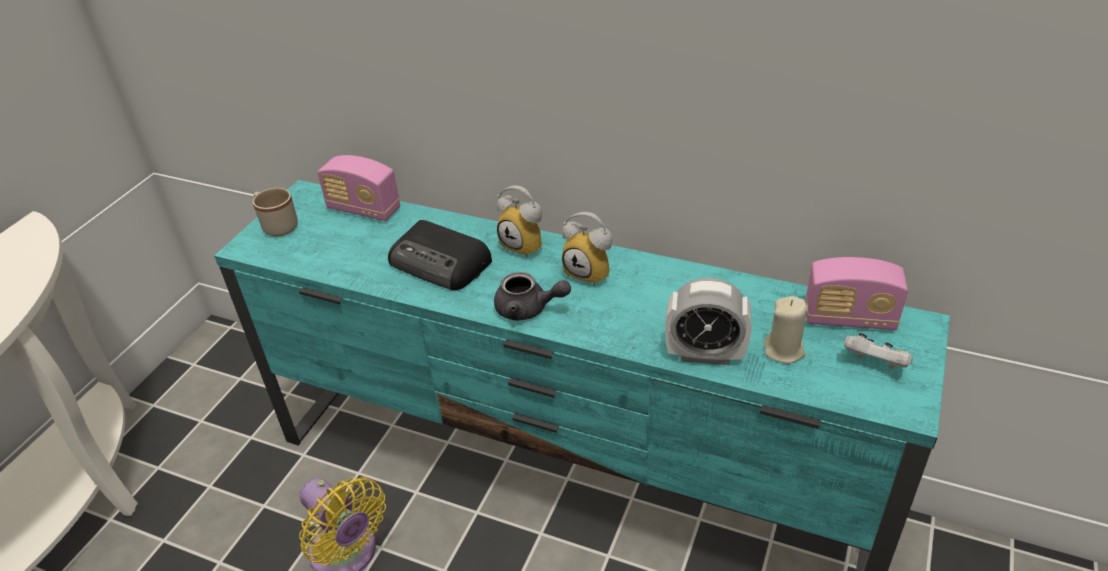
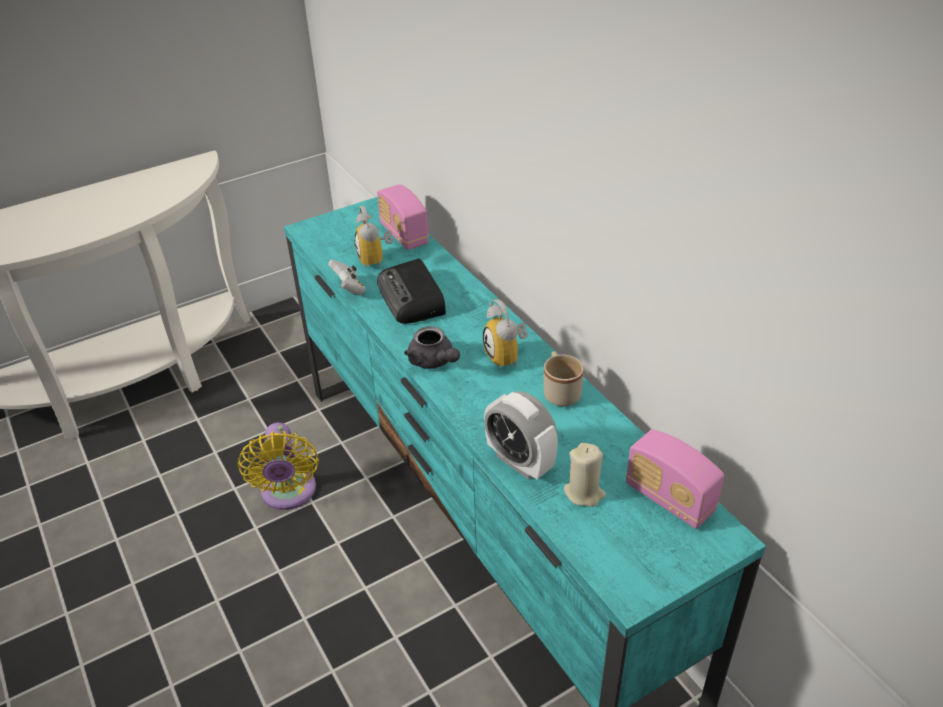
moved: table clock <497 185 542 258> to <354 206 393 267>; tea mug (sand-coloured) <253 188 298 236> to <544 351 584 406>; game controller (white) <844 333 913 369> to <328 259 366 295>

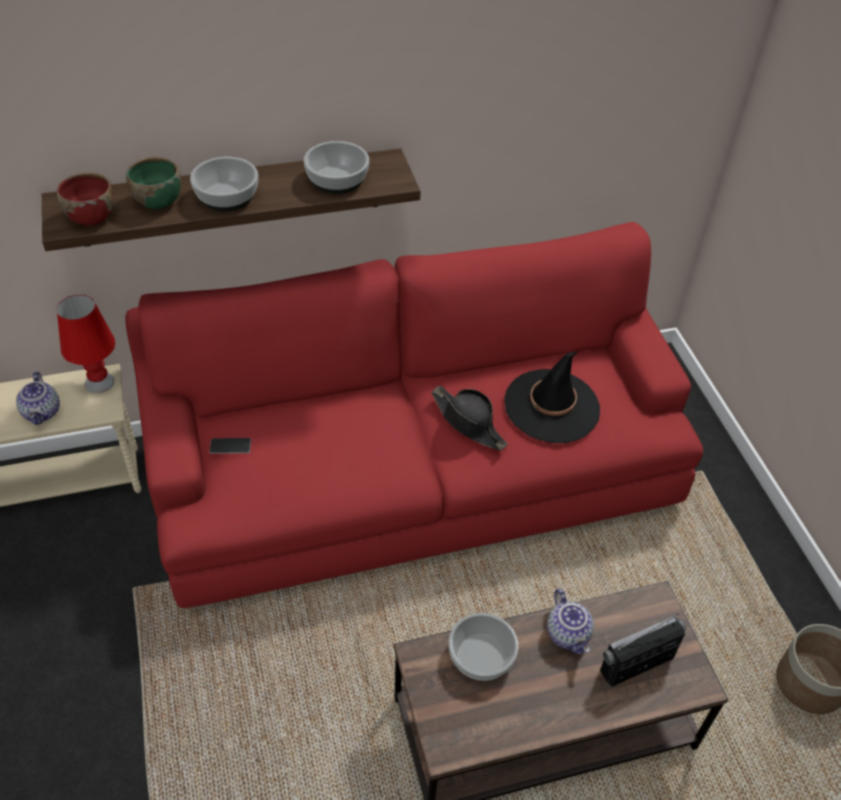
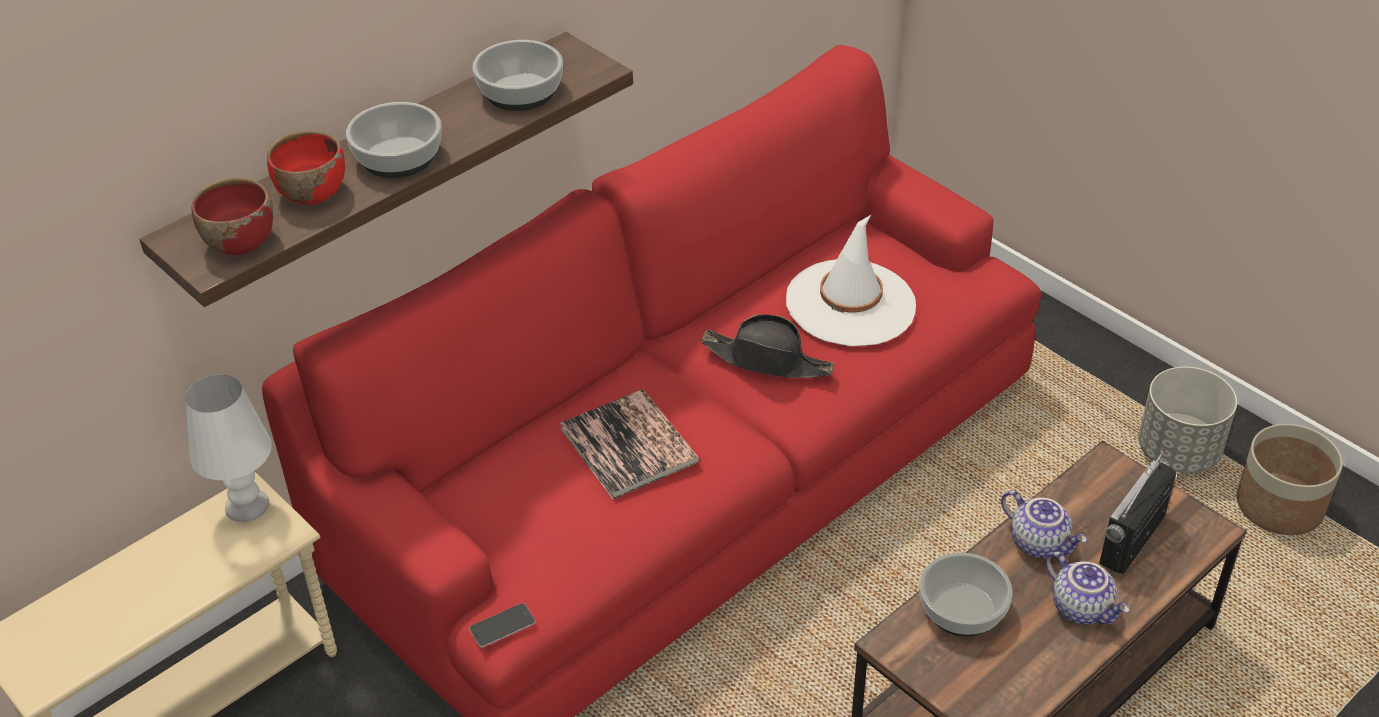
added: planter (grey) <1139 367 1237 473>; book <560 389 700 499>
moved: teapot <16 371 60 425> to <1045 551 1130 625>; handset <209 438 251 454> to <469 603 536 648>
recoloured: deep dish (green-coloured) <126 157 181 209> to deep dish (red) <267 131 345 205>; tabletop lamp (red) <57 295 116 393> to tabletop lamp (white) <185 374 272 522>; wearable hat (black-coloured) <504 351 600 443> to wearable hat (white) <786 215 916 346>

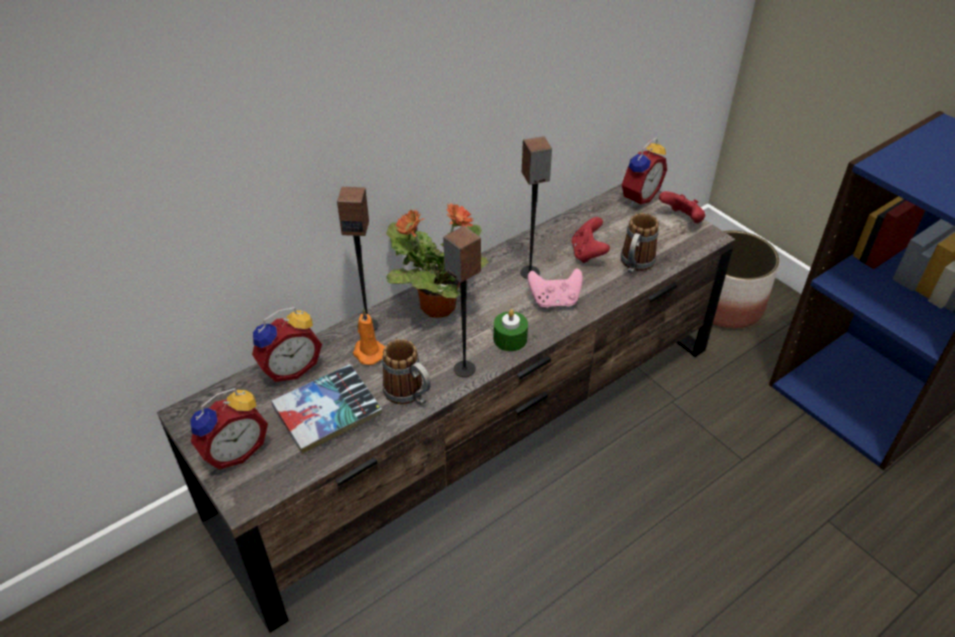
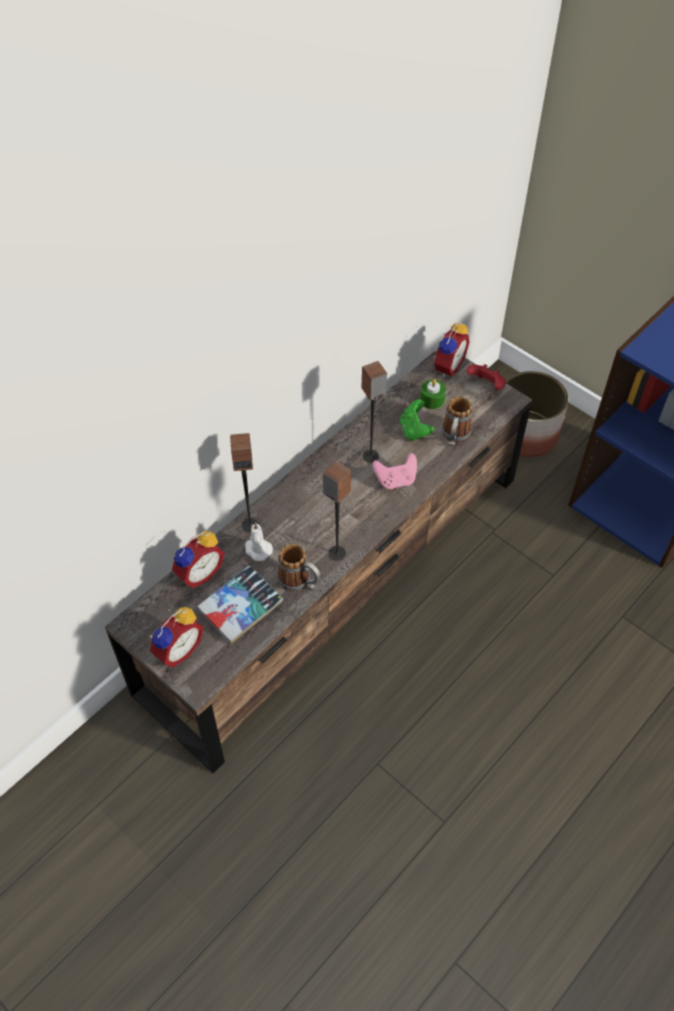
removed: potted plant <386 203 489 318>
moved: wax light (green-coloured) <494 309 528 351> to <420 379 446 409>
recoloured: game controller (red) <571 217 610 263> to game controller (green-coloured) <400 399 434 441>; wax light (orange) <353 309 385 365> to wax light (white) <245 522 273 561>

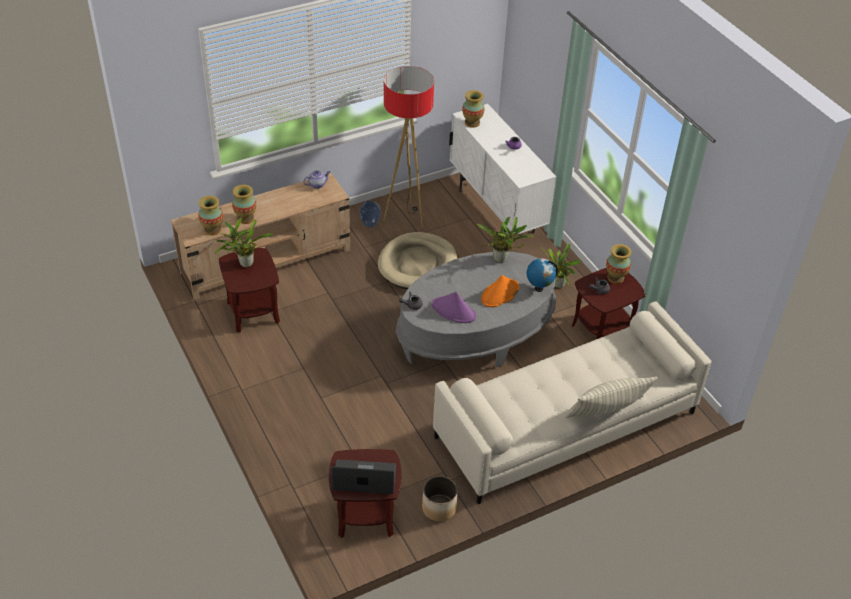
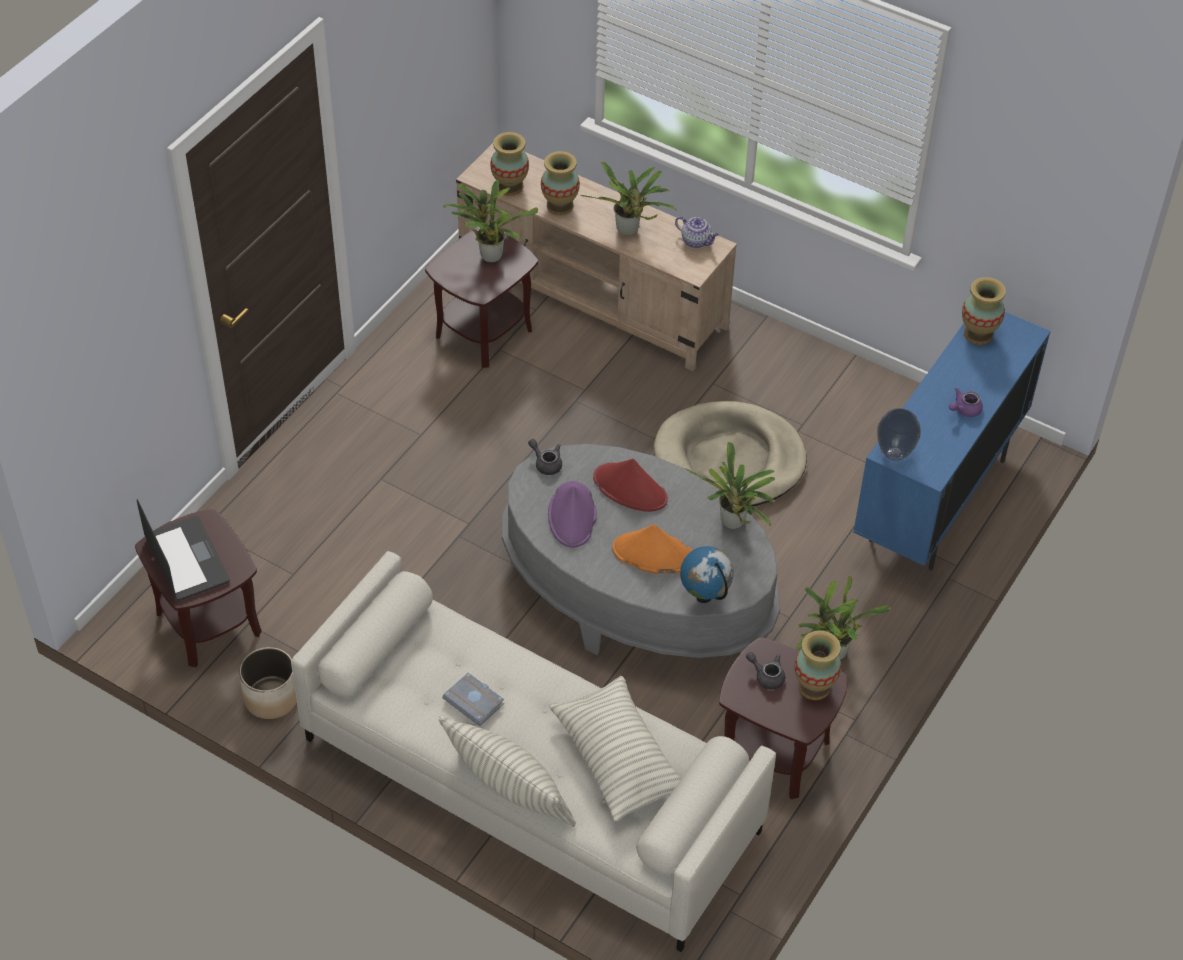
removed: standard lamp <384 66 434 228>
added: potted plant <581 161 677 236>; wearable hat (red) <593 459 668 512>; book (grey) <442 673 504 726>; cushion <549 676 682 821>
moved: vase <359 201 381 228> to <877 408 921 461>
recoloured: cabinet (white) <449 104 556 240> to cabinet (bluish) <853 312 1051 570>

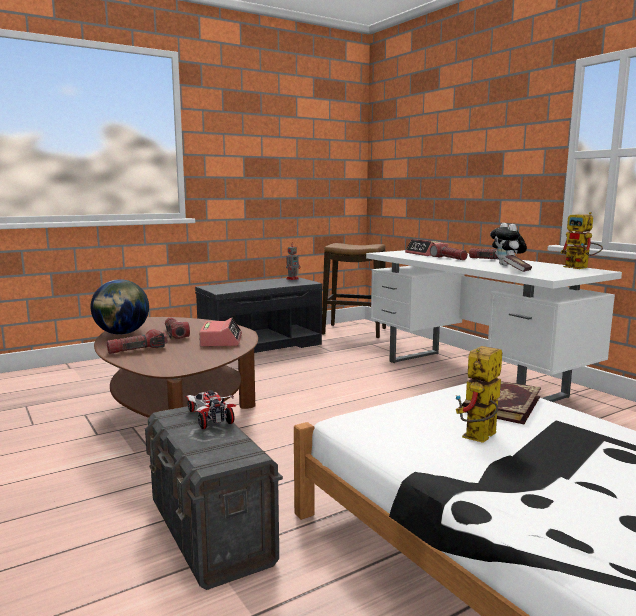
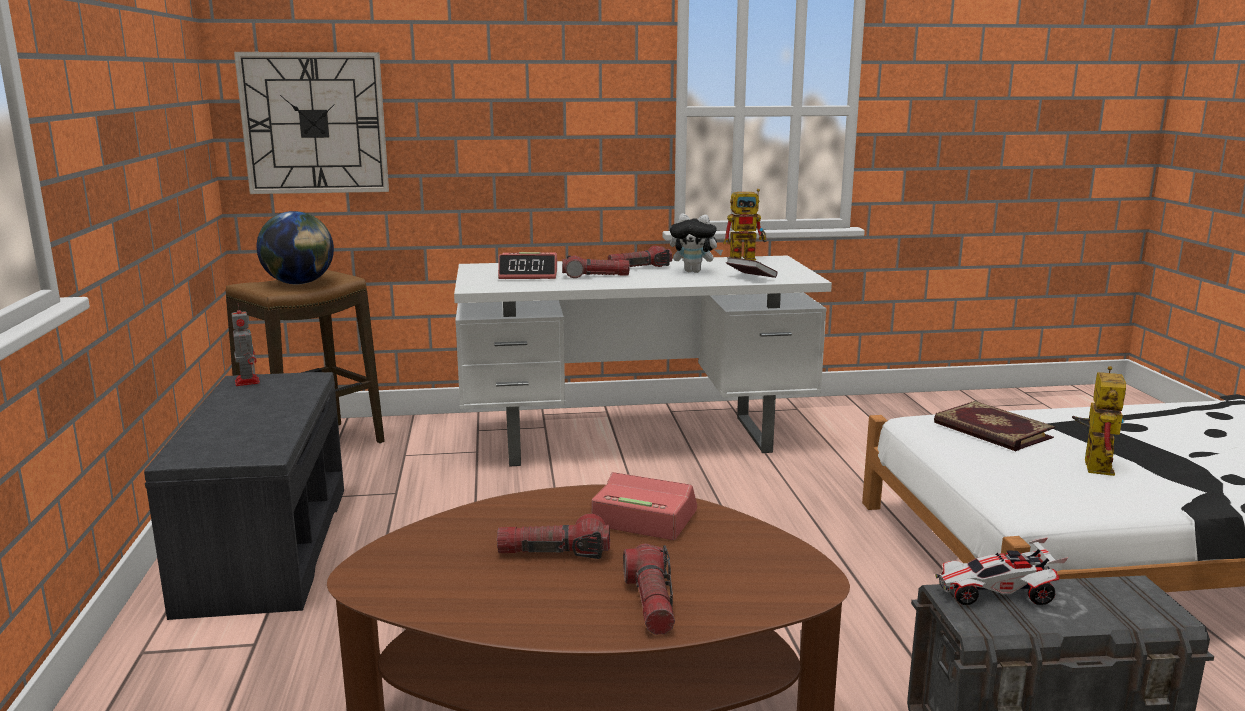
added: wall clock <234 52 389 194>
moved: desk globe <91 279 149 335> to <257 211 334 284>
turned: model robot <456 346 502 443> = <1072 366 1126 476> 135 degrees counterclockwise

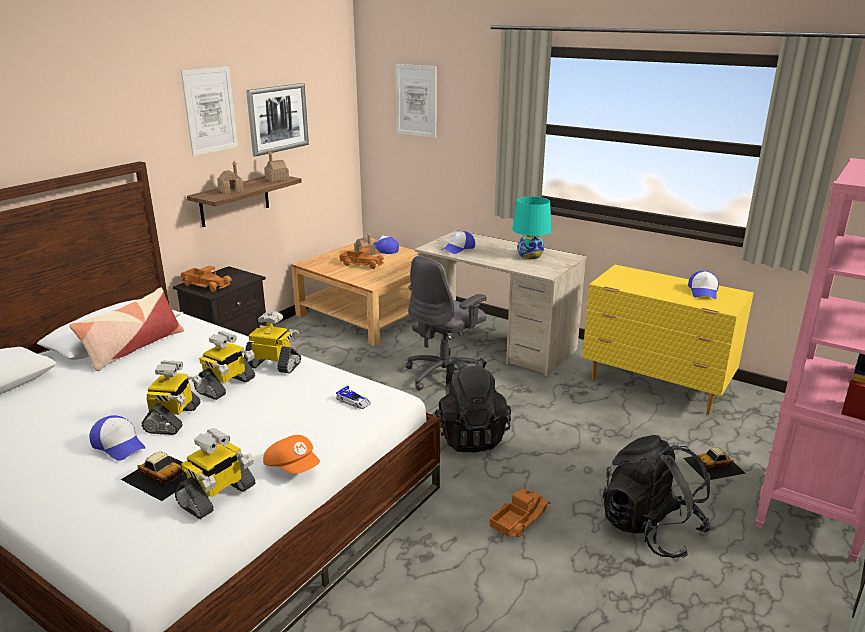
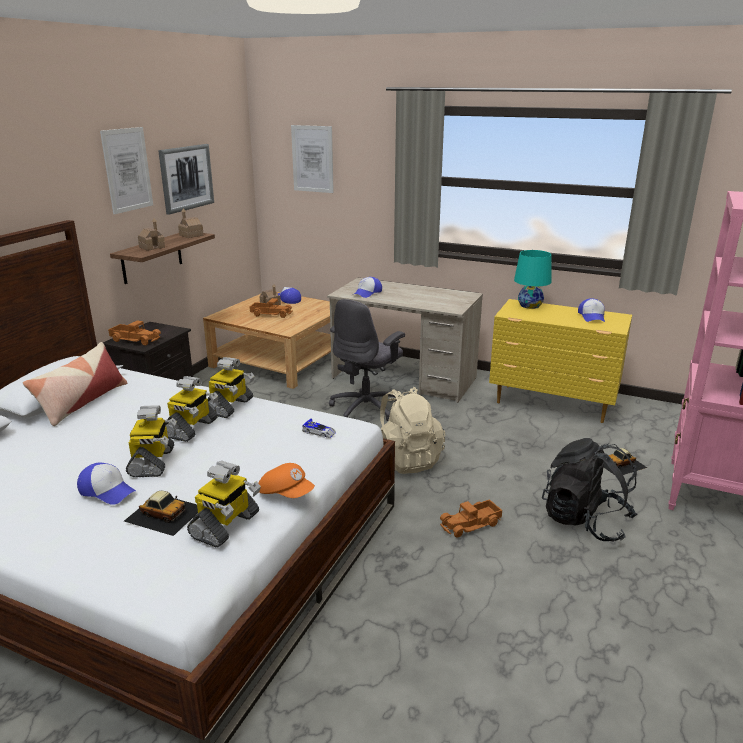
moved: tabletop lamp (blue-green) <512 196 551 259> to <514 250 552 309>
recoloured: backpack (black-coloured) <432 358 511 452> to backpack (sand-coloured) <380 387 445 474>
turned: model robot <244 310 301 373> = <208 357 255 418> 105 degrees clockwise; toy lorry <489 488 550 537> = <440 499 502 538> 150 degrees counterclockwise

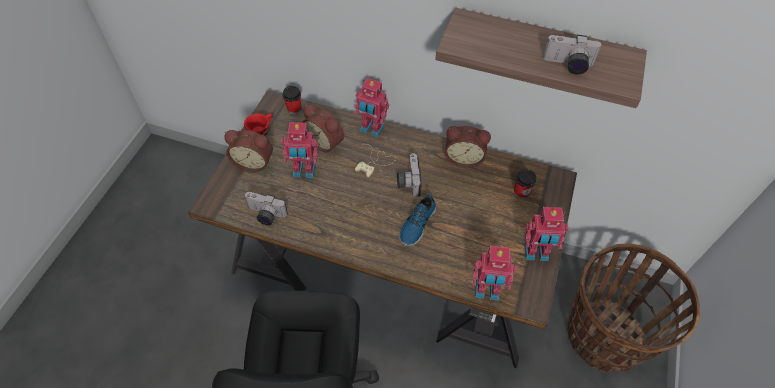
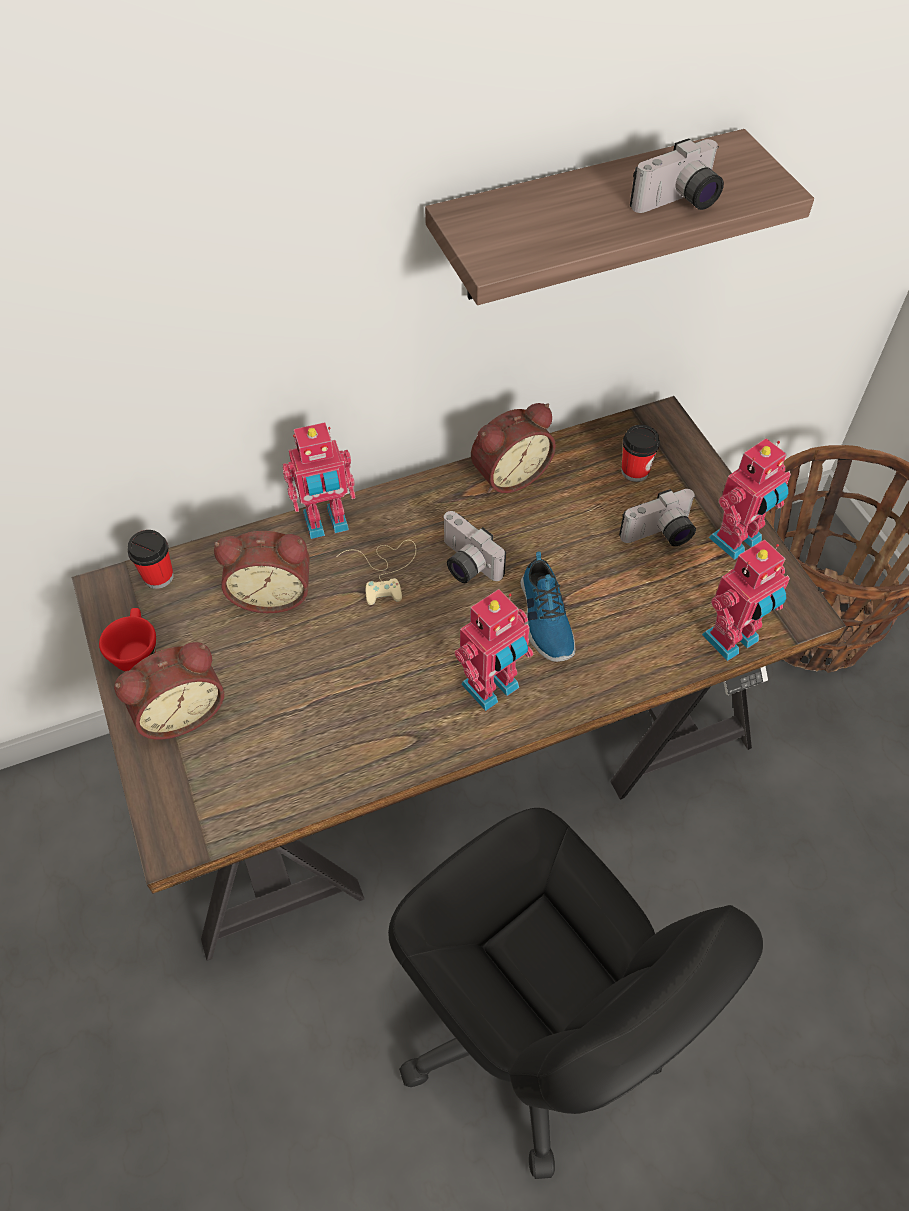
moved: model robot <281 122 318 178> to <455 589 533 711>; photo camera <244 192 287 225> to <619 489 696 546>

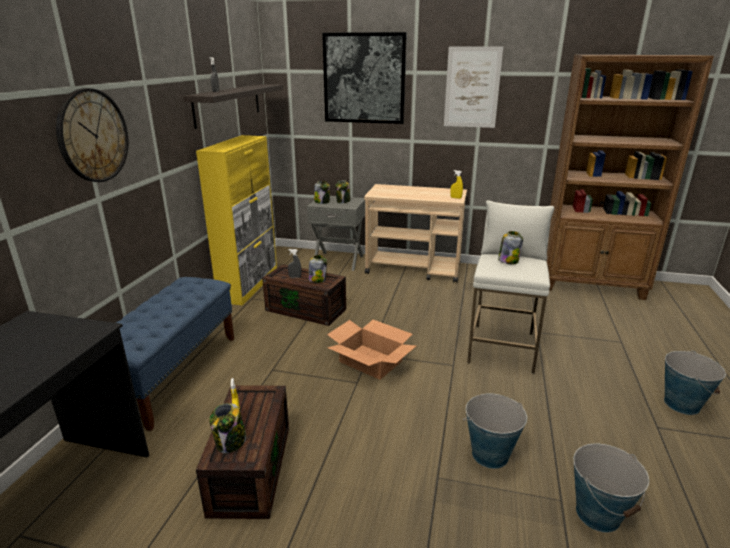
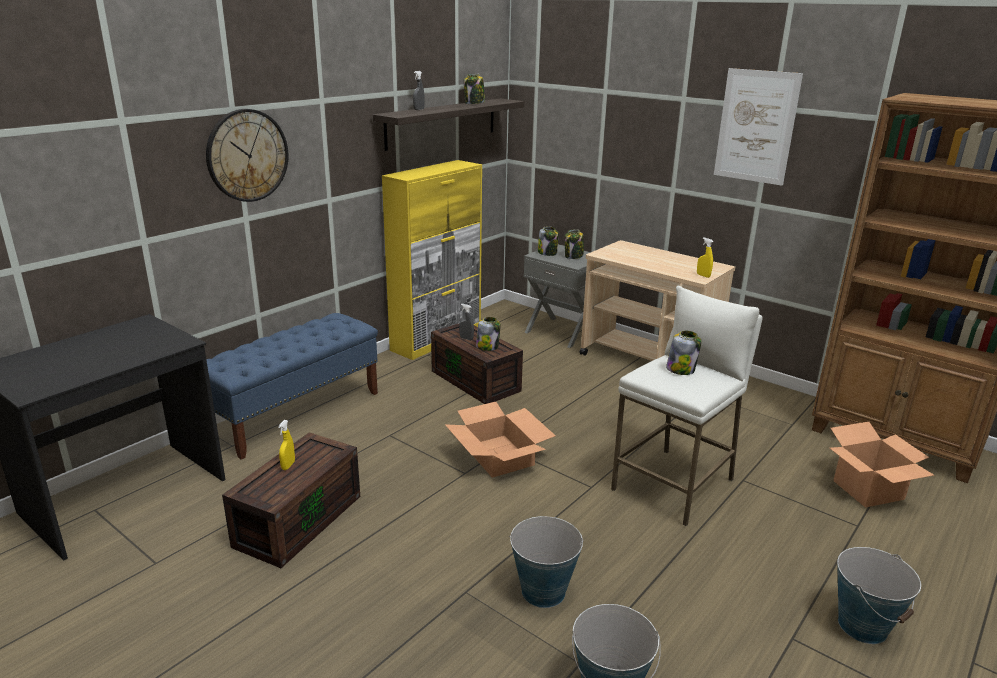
removed: wall art <322 32 407 124>
added: carton <830 422 934 508>
moved: storage jar <209 403 246 453> to <464 74 485 104>

